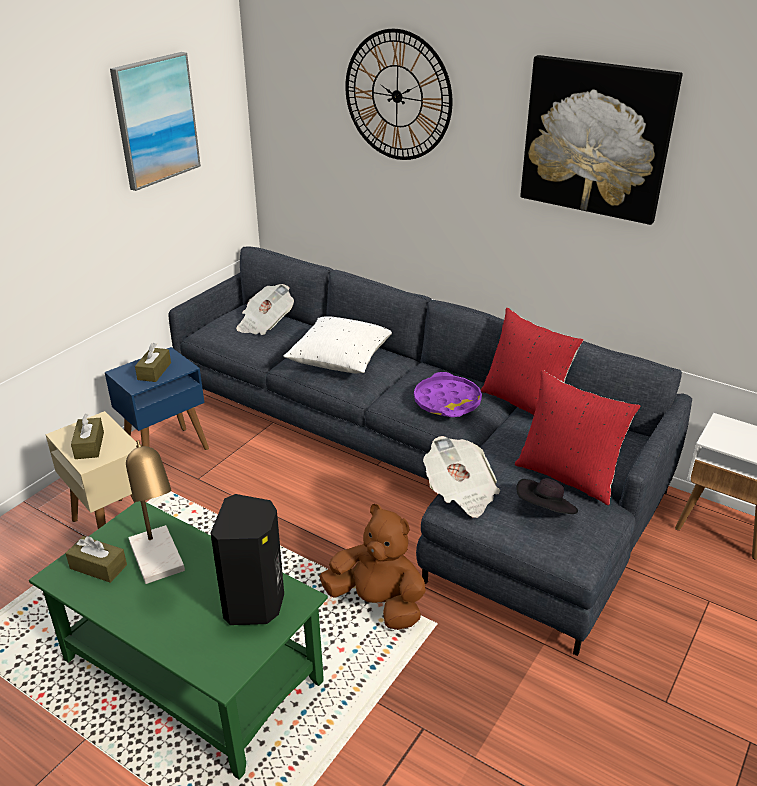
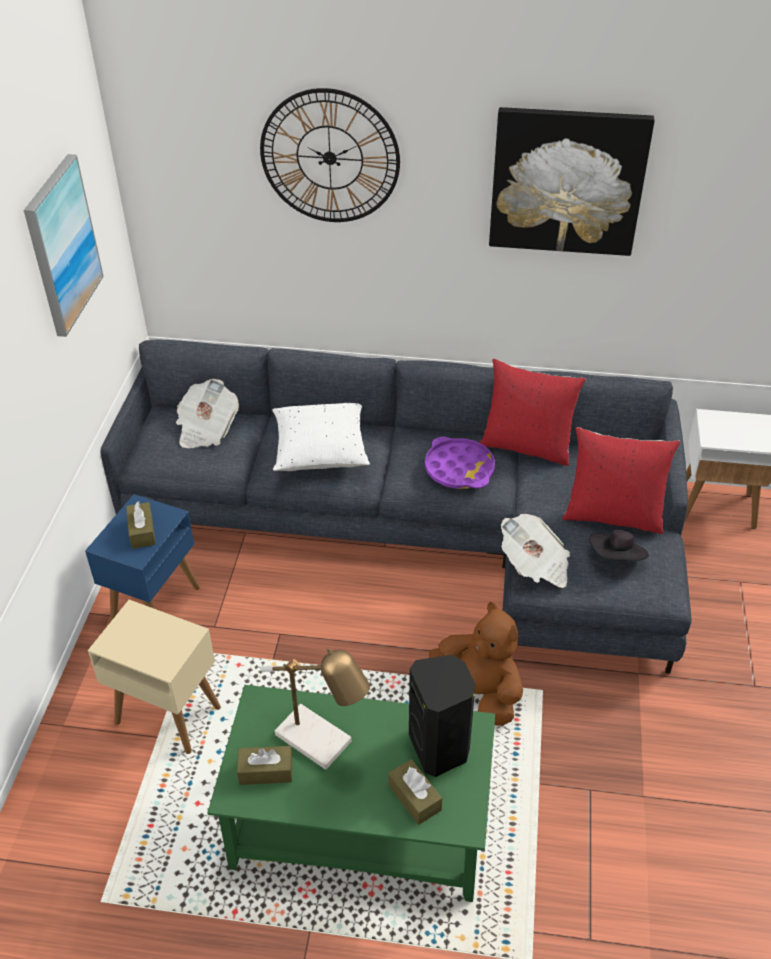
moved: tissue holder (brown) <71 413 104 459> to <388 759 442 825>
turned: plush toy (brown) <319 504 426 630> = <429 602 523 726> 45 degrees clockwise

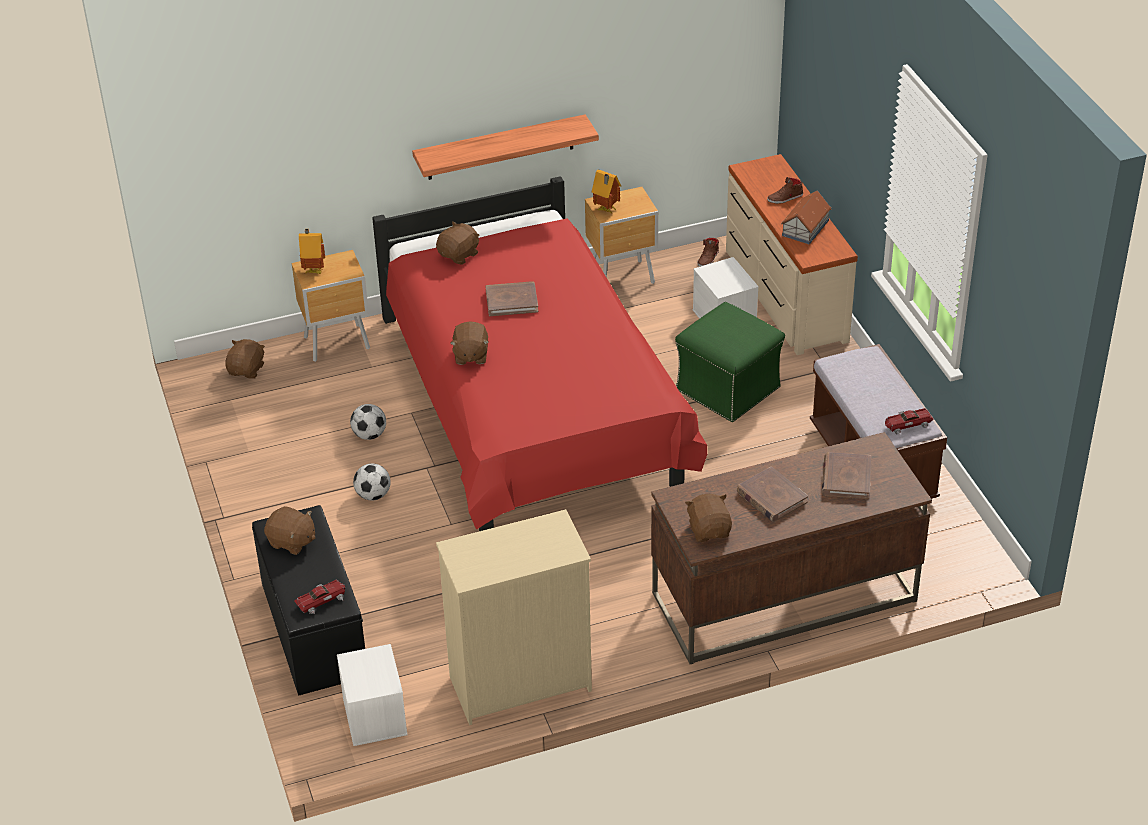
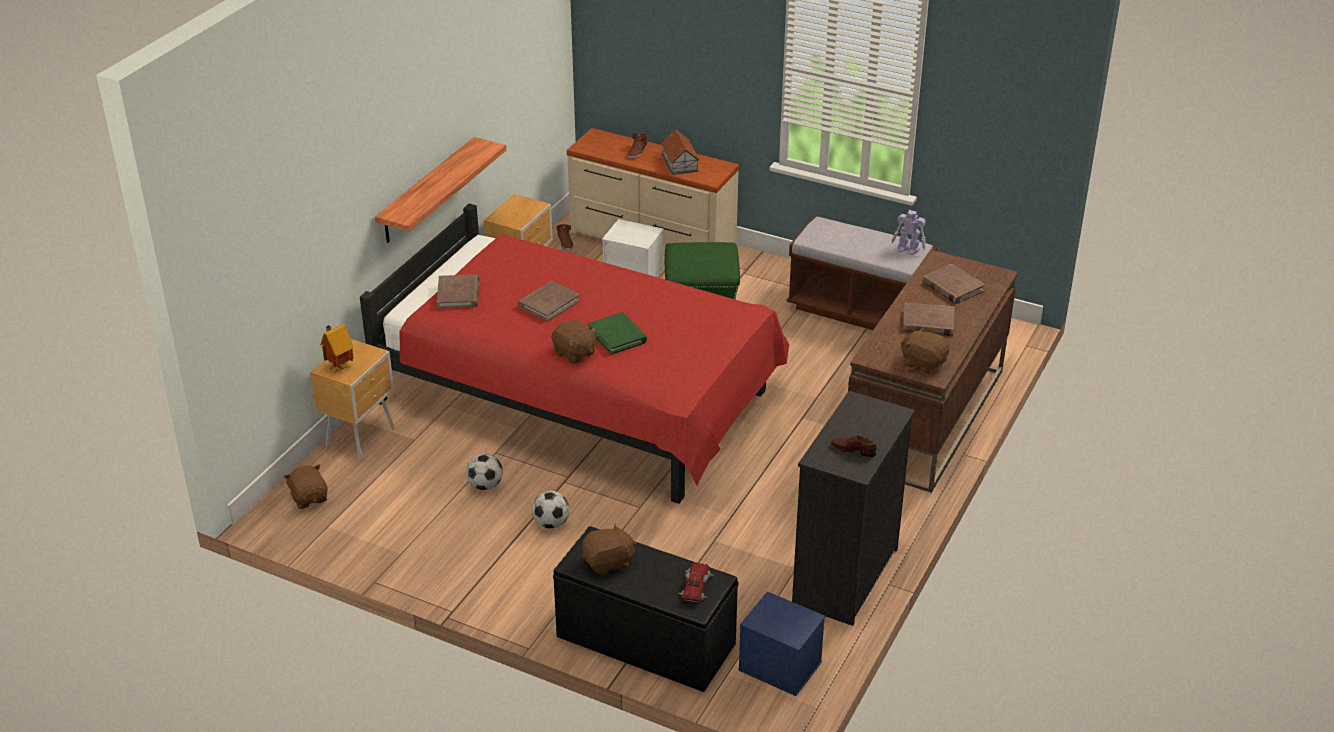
removed: miniature house <592 169 621 214>
added: book (green-coloured) <588 312 647 355>; item of footwear (brown) <831 435 877 457>
replaced: plush toy (brown) <436 222 480 265> to book (brown) <437 274 479 309>; miniature car <885 408 933 435> to model robot <892 210 926 255>
recoloured: drawer chest (sand-coloured) <436 509 592 725> to drawer chest (black-coloured) <792 391 915 626>; storage bin (white) <337 644 408 746> to storage bin (bluish) <738 591 825 696>

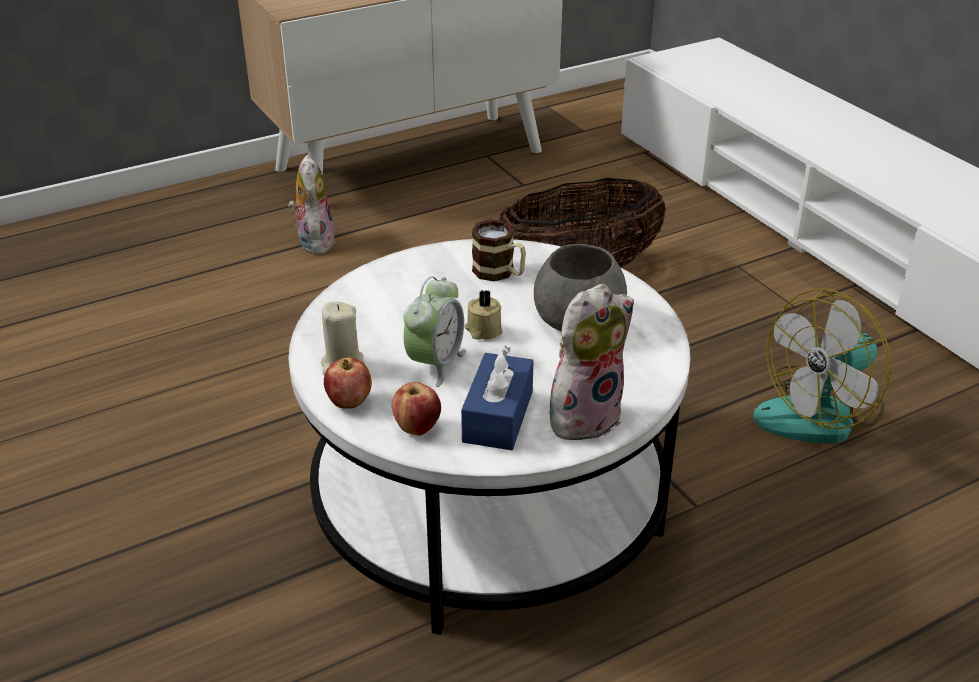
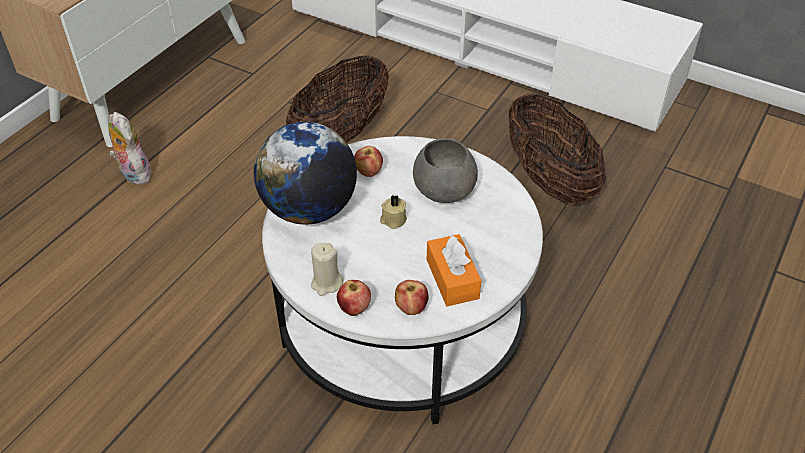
removed: table clock <403 276 466 387>; plush toy <549 284 634 440>
added: desk globe <254 122 357 225>
replaced: tea mug <472 219 526 282> to apple <354 146 383 177>; electric fan <753 289 891 443> to storage basket <509 93 606 205>
recoloured: tissue holder (bluish) <461 346 534 450> to tissue holder (orange) <427 234 481 306>

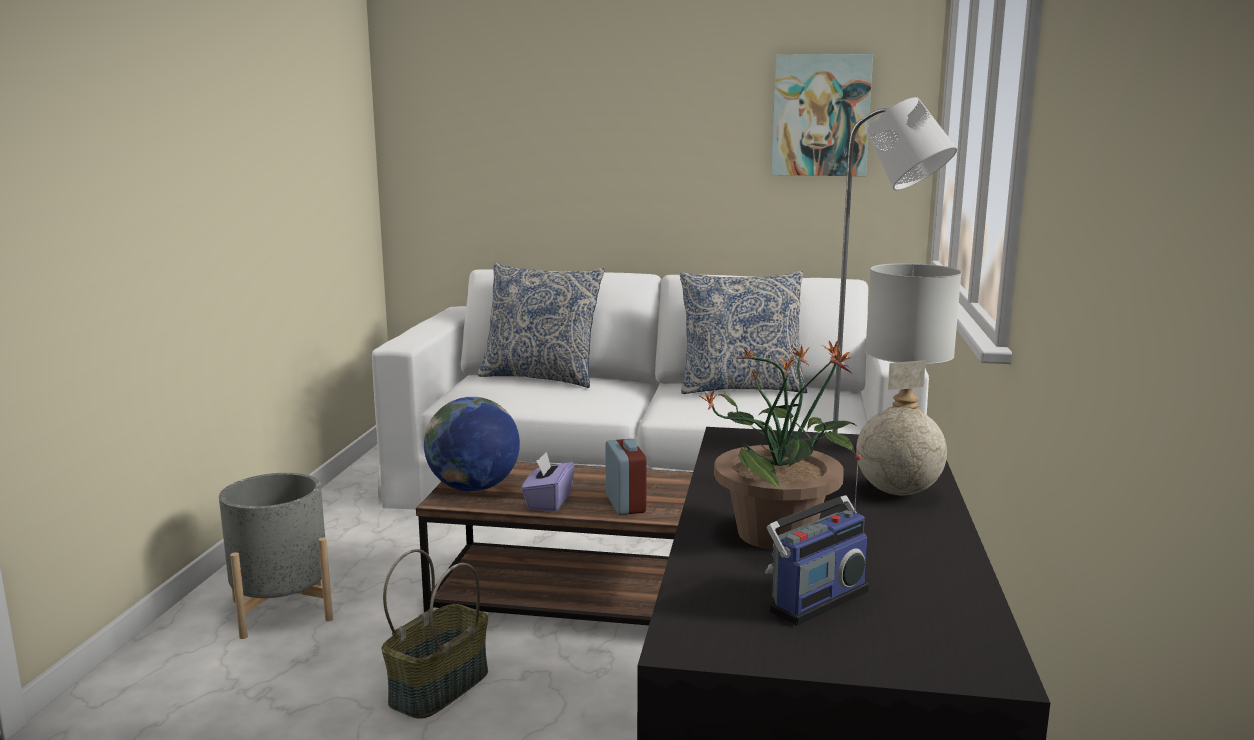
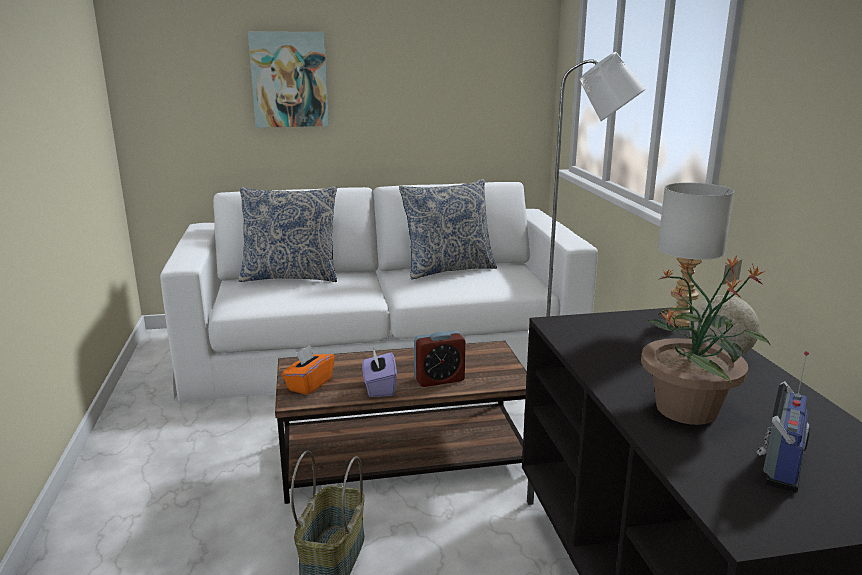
removed: planter (grey) <219 473 333 639>
moved: wall art <771 54 873 176> to <248 32 329 128>
replaced: desk globe <424 397 520 492> to tissue holder (orange) <282 345 335 395>
turned: table clock <605 439 647 515> = <414 331 465 387> 105 degrees clockwise

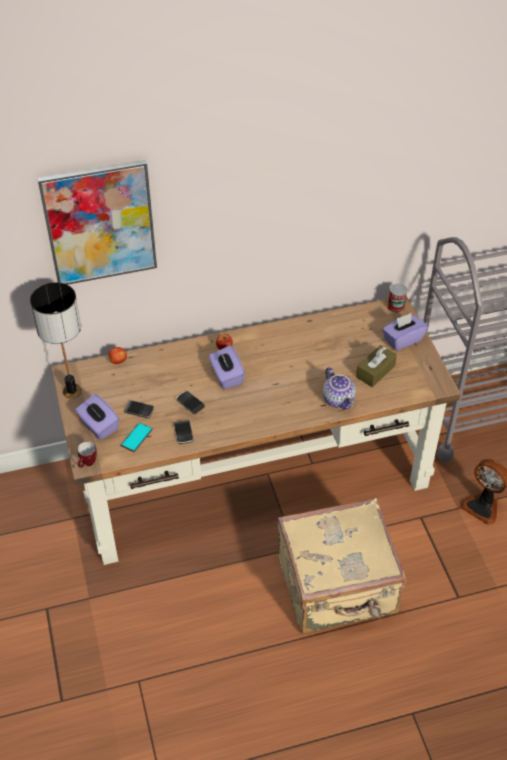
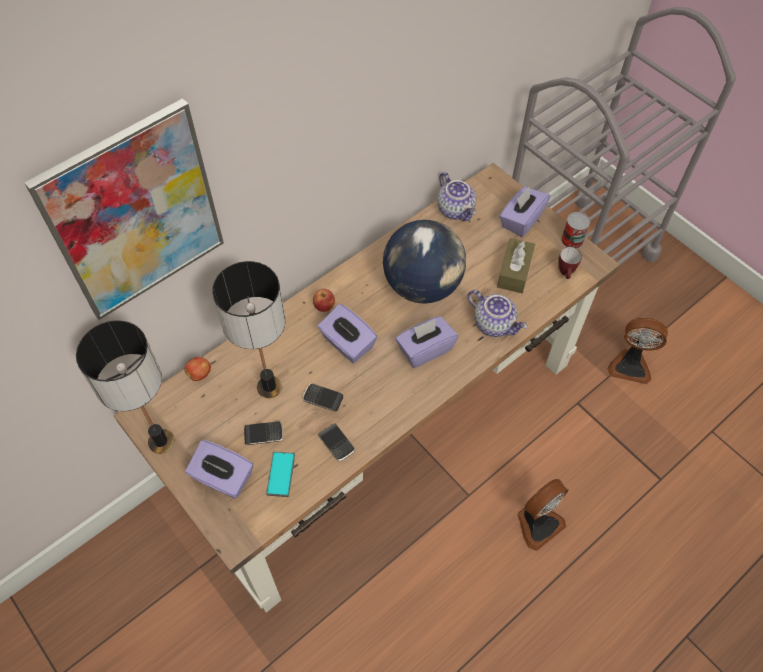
added: teapot <437 172 476 221>; desk globe <383 220 466 304>; tabletop lamp <212 261 285 398>; tissue holder (purple-coloured) <396 316 458 368>
moved: sealed can <388 284 407 313> to <561 212 590 249>; tea mug <77 441 97 468> to <558 247 582 279>
replaced: piece of luggage (sand-coloured) <278 498 407 634> to electric fan <518 479 568 551>

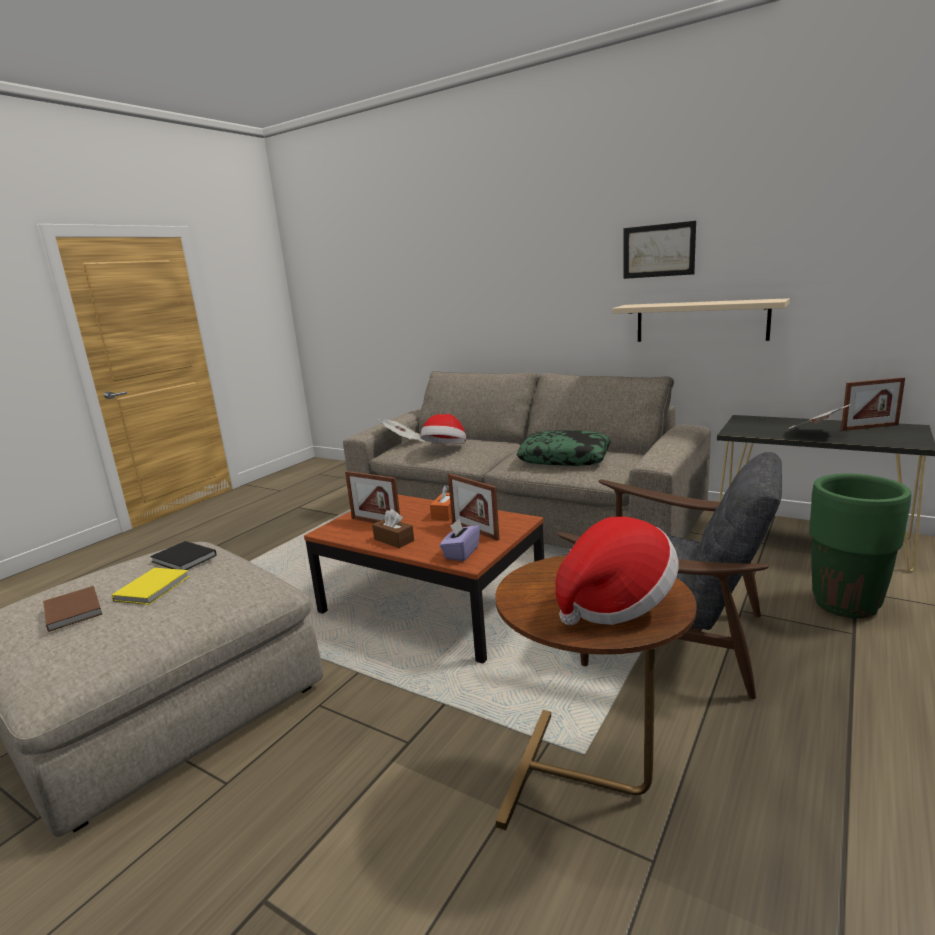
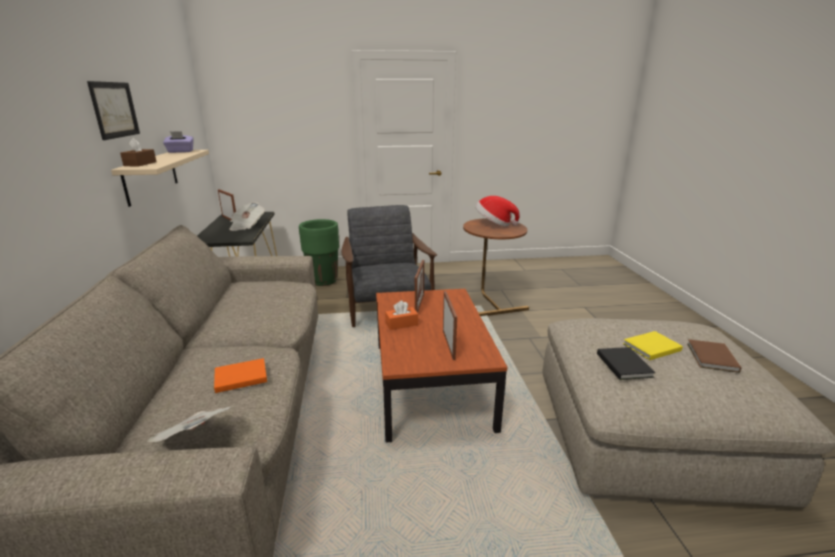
removed: cushion <516 430 611 466>
moved: tissue holder (brown) <372 509 414 548> to <120 138 157 166>; tissue holder (purple-coloured) <440 519 480 561> to <163 131 194 153>
replaced: wearable hat <420 414 466 444> to book (orange) <214 358 267 393>

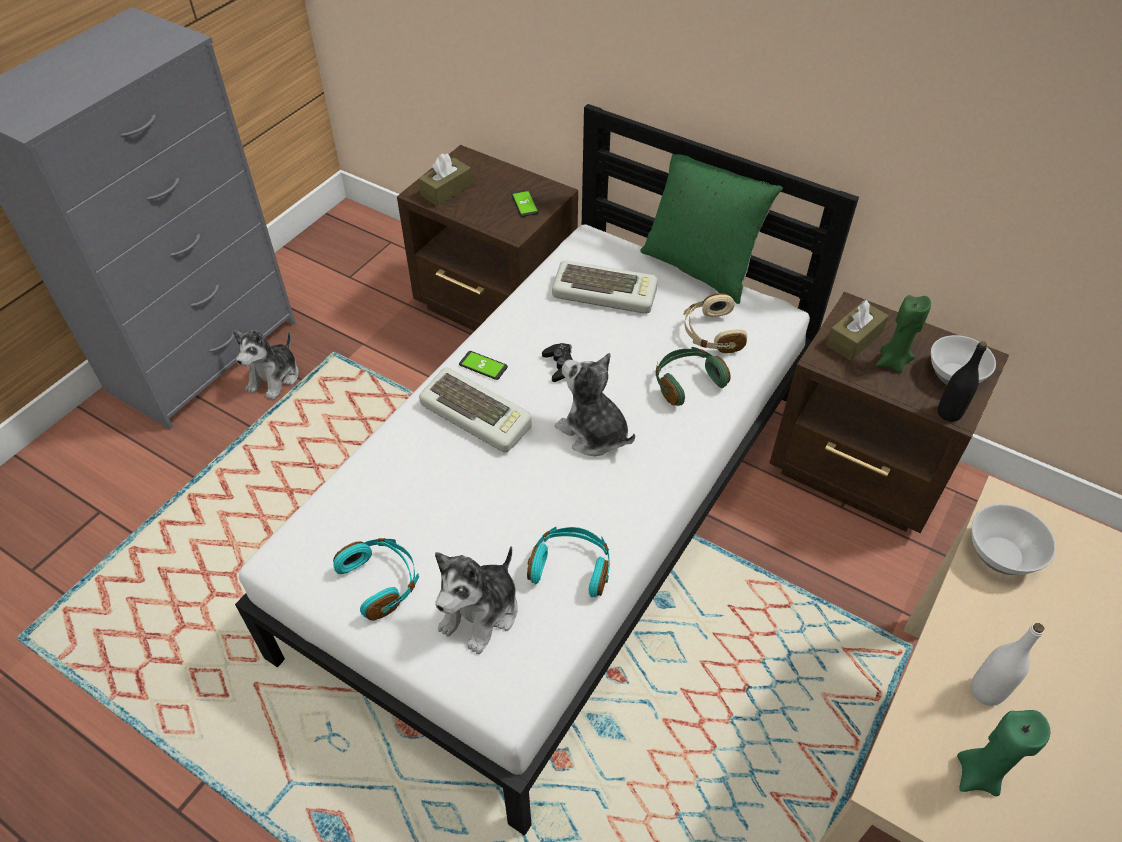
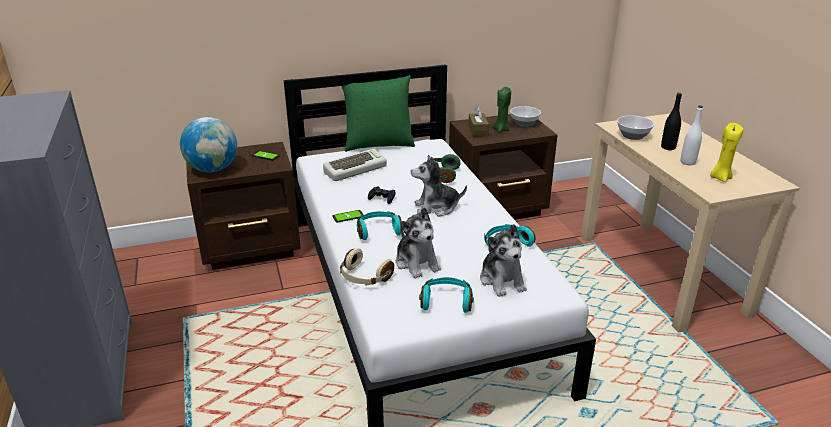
moved: headset (sand-coloured) <683 293 747 353> to <340 248 394 286>; plush toy <233 330 299 400> to <396 208 441 278>; drink bottle (black-coloured) <938 341 987 422> to <661 93 682 150>
replaced: tissue holder (brown) <418 153 473 206> to desk globe <180 117 237 172>; computer keyboard <419 368 532 453> to headset (blue-green) <357 211 401 240>
recoloured: wax light (green-coloured) <957 710 1050 796> to wax light (yellow) <710 123 743 182>

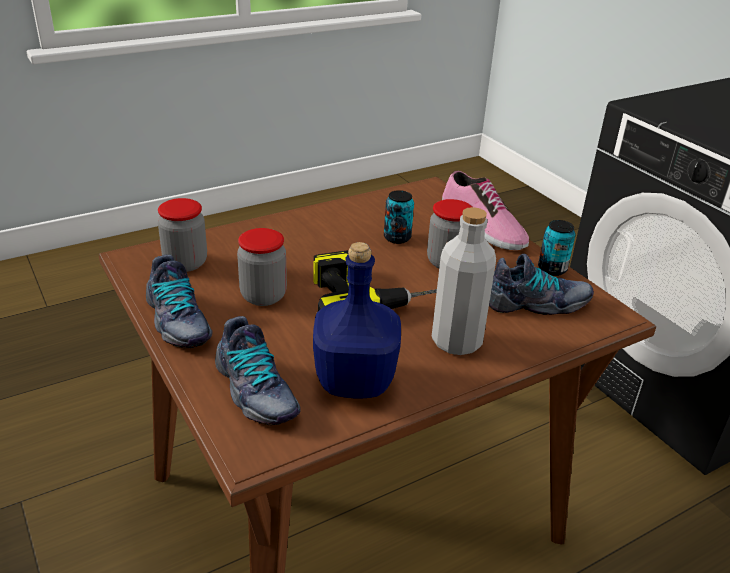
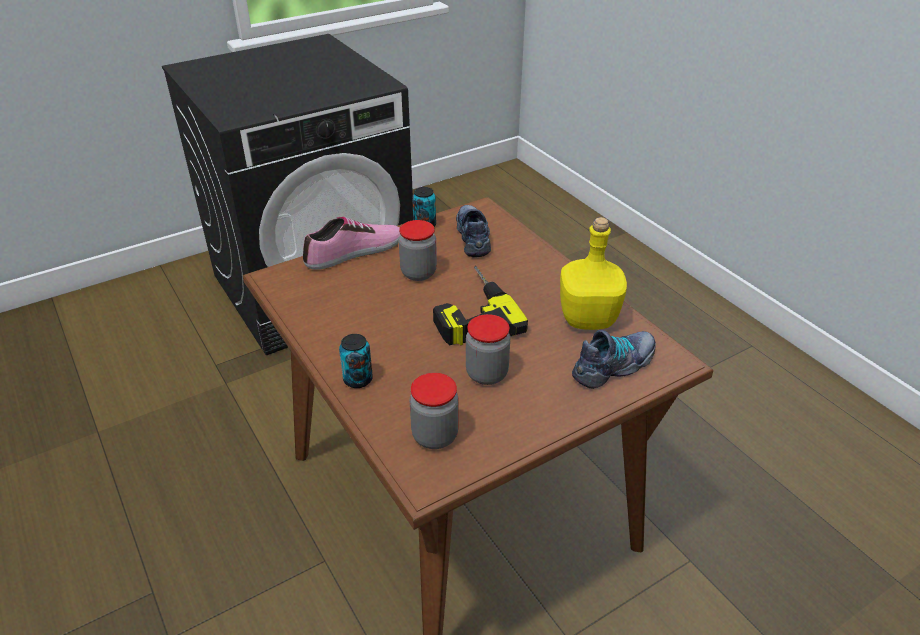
removed: drink bottle (grey) <432 207 496 355>; item of footwear <146 255 212 348>
moved: sealed can <384 190 414 244> to <339 334 373 388>
recoloured: drink bottle (bluish) <313 242 401 398> to drink bottle (yellow) <560 217 627 330>

